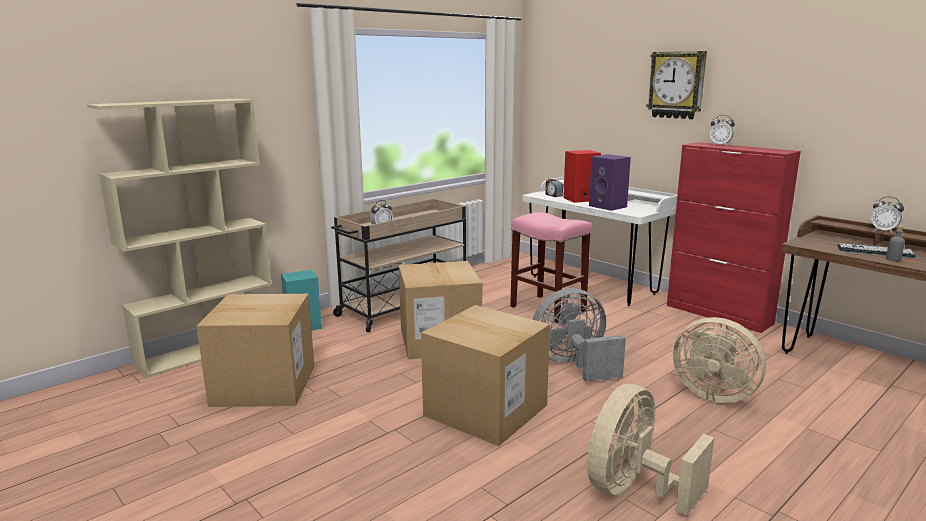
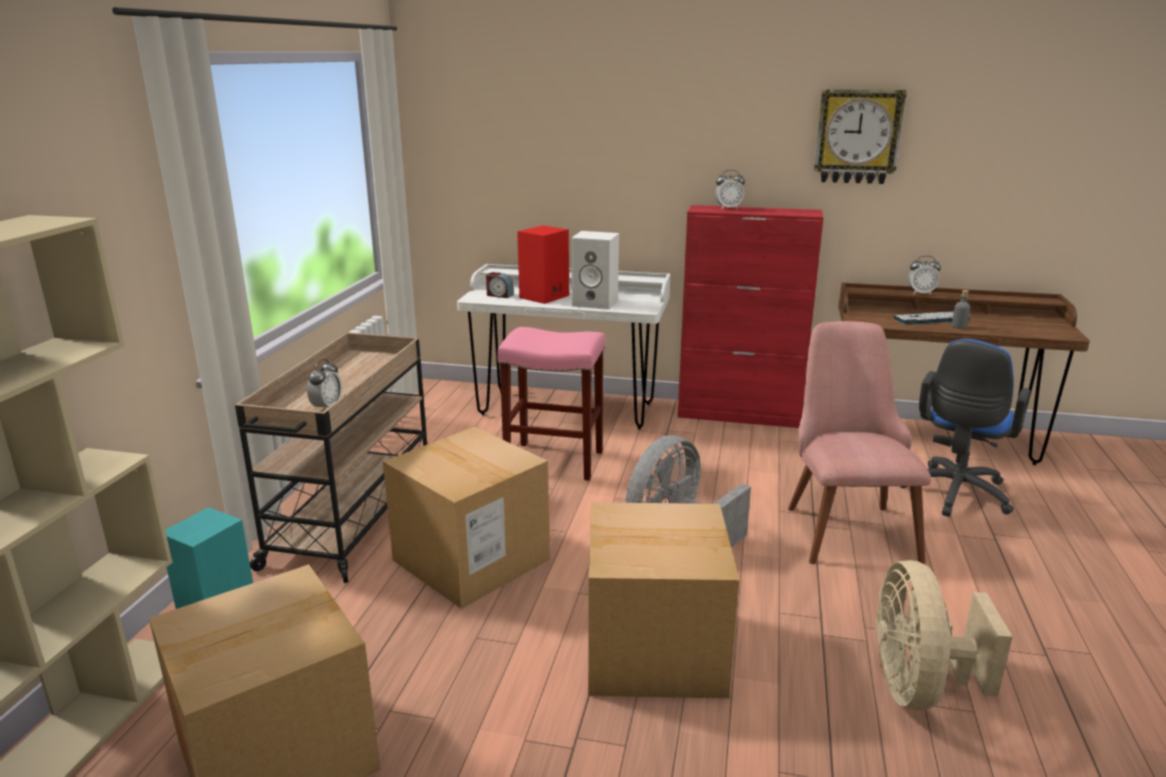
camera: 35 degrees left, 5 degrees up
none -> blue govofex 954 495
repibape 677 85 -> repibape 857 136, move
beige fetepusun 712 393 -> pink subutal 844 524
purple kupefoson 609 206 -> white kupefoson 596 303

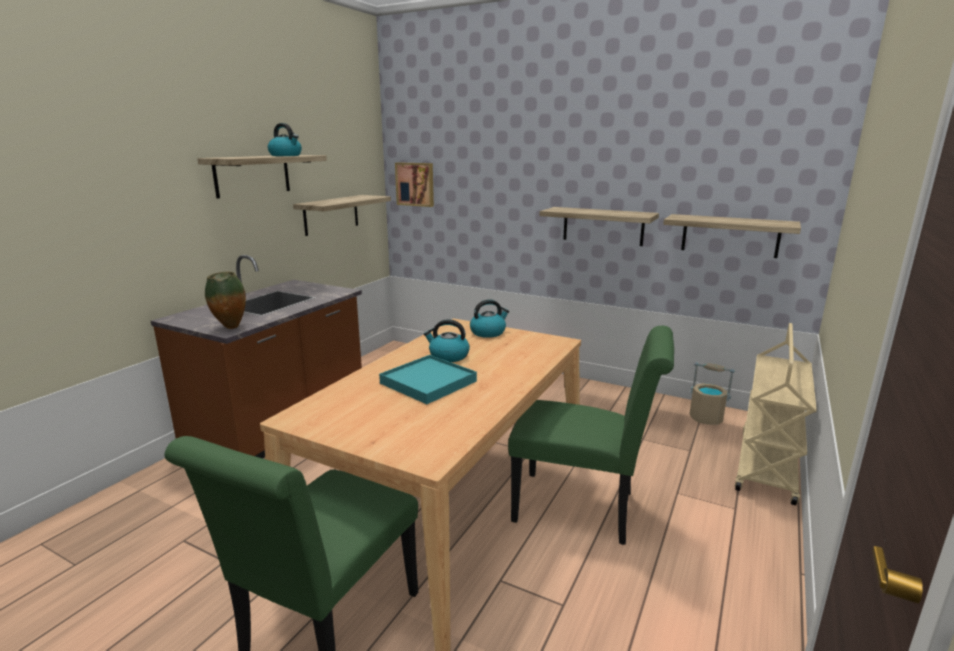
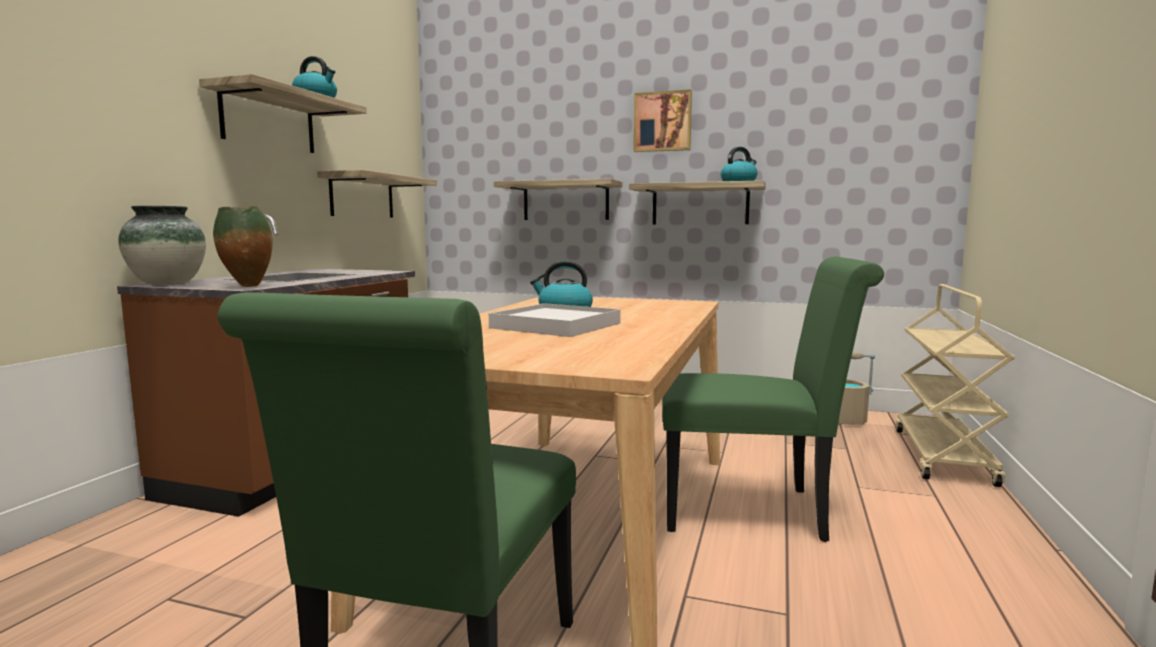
camera: 10 degrees left, 10 degrees down
none -> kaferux 167 284
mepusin 415 184 -> mepusin 662 122, move
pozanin 488 332 -> pozanin 739 182, move
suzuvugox 730 235 -> suzuvugox 565 201, move
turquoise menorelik 428 382 -> white menorelik 556 325

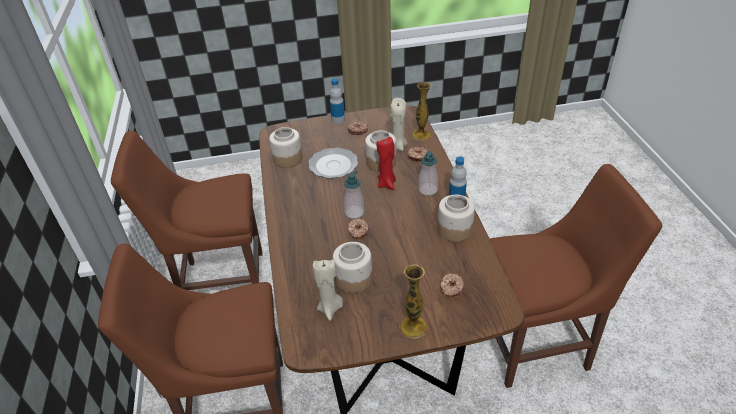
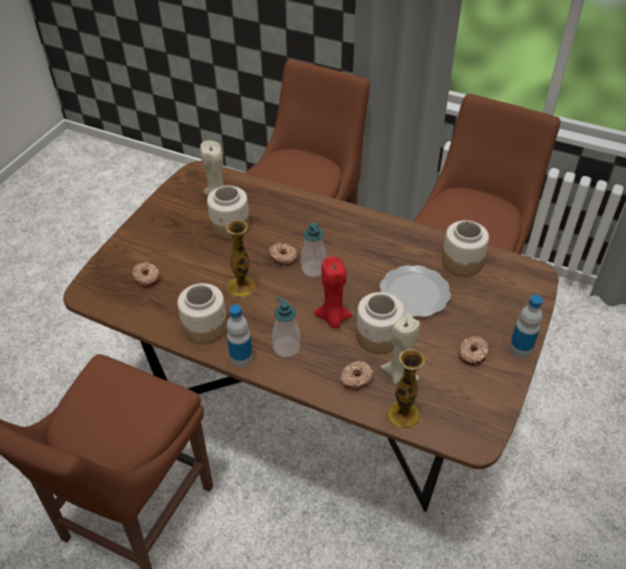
camera: 125 degrees right, 5 degrees up
kaferux 413 327 -> kaferux 241 287, move

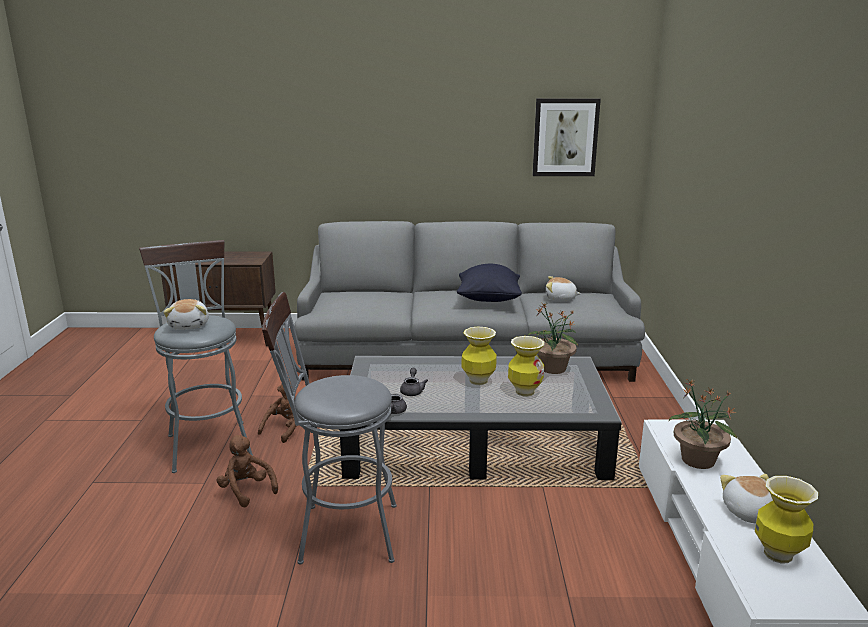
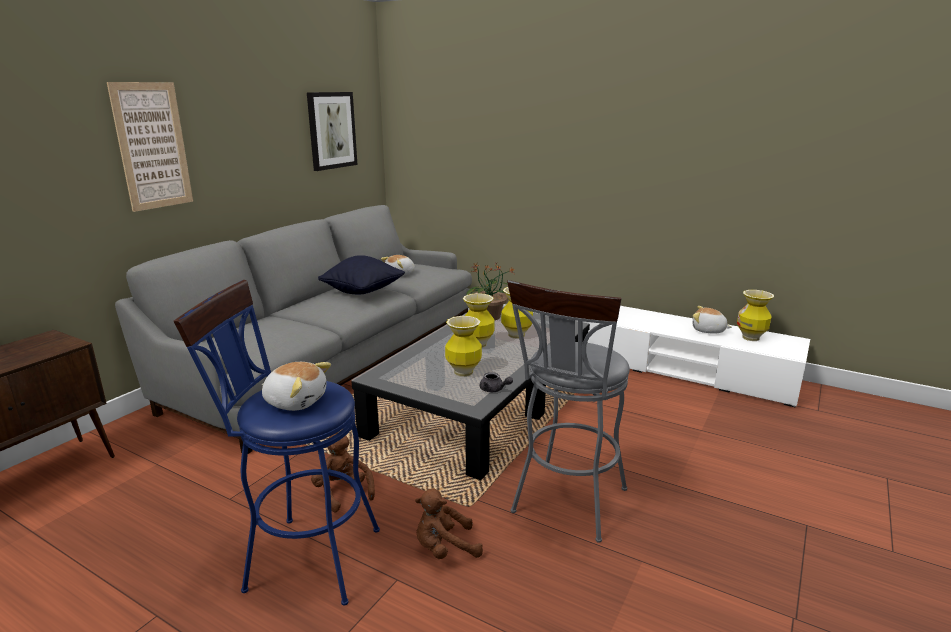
camera: 60 degrees left, 0 degrees up
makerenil 697 460 -> none
none -> mepusin 152 146
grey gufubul 412 390 -> kaferux 463 372
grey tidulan 208 442 -> blue tidulan 303 557

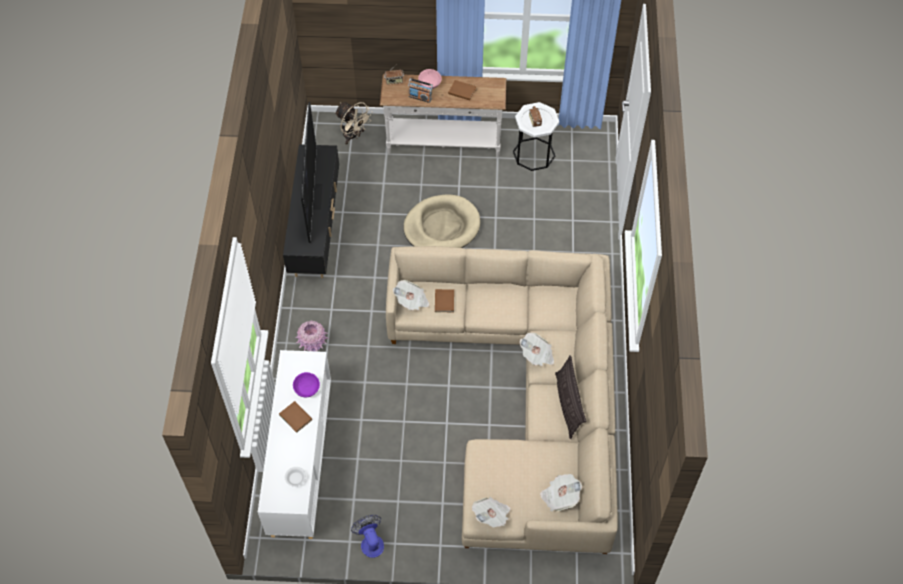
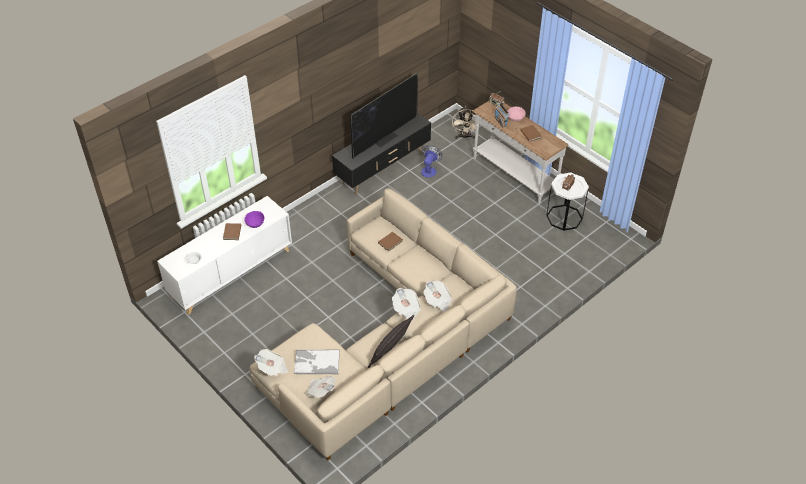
camera: 45 degrees right, 10 degrees down
pink kaferux 313 344 -> none
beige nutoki 441 226 -> none
none -> menorelik 316 362
fetepusun 370 542 -> fetepusun 429 170, move
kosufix 412 301 -> kosufix 438 301, move

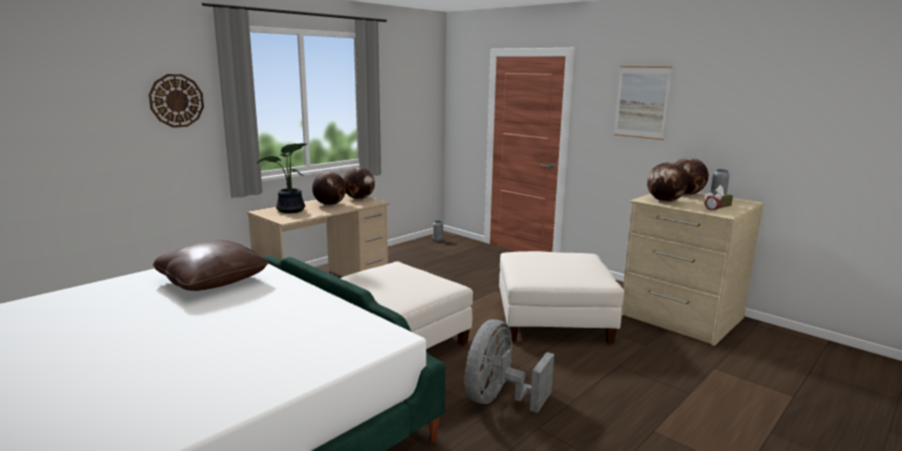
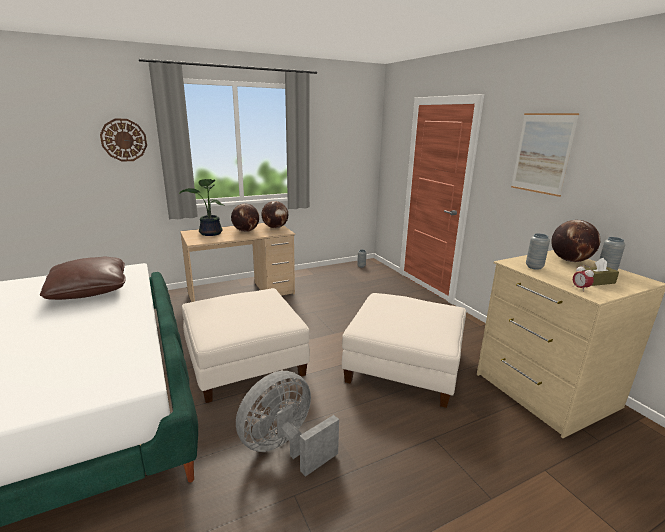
camera: 20 degrees right, 5 degrees up
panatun 665 201 -> grey kaferux 534 267

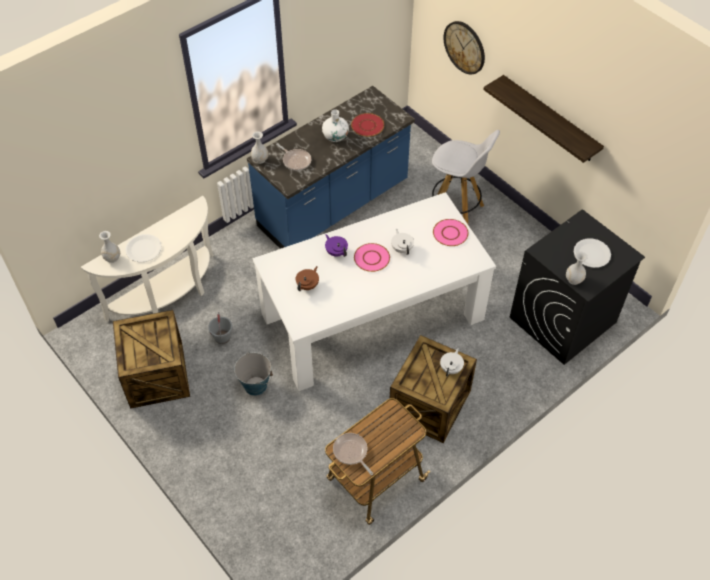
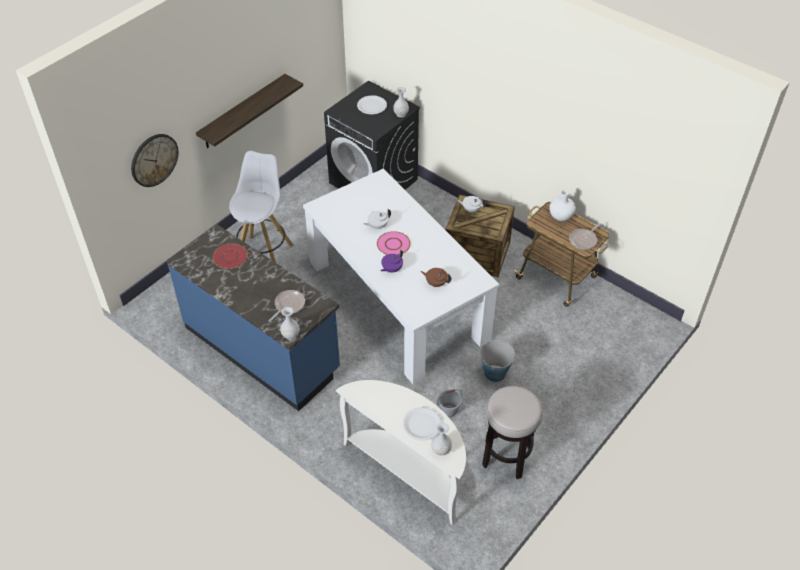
camera: 100 degrees left, 5 degrees down
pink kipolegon 450 233 -> none
white kaferux 335 137 -> white kaferux 560 216, move
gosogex 155 374 -> tidulan 506 457

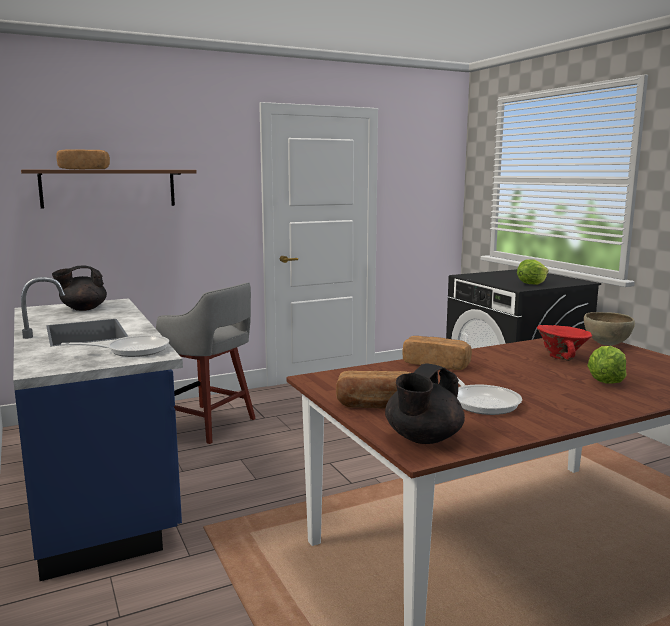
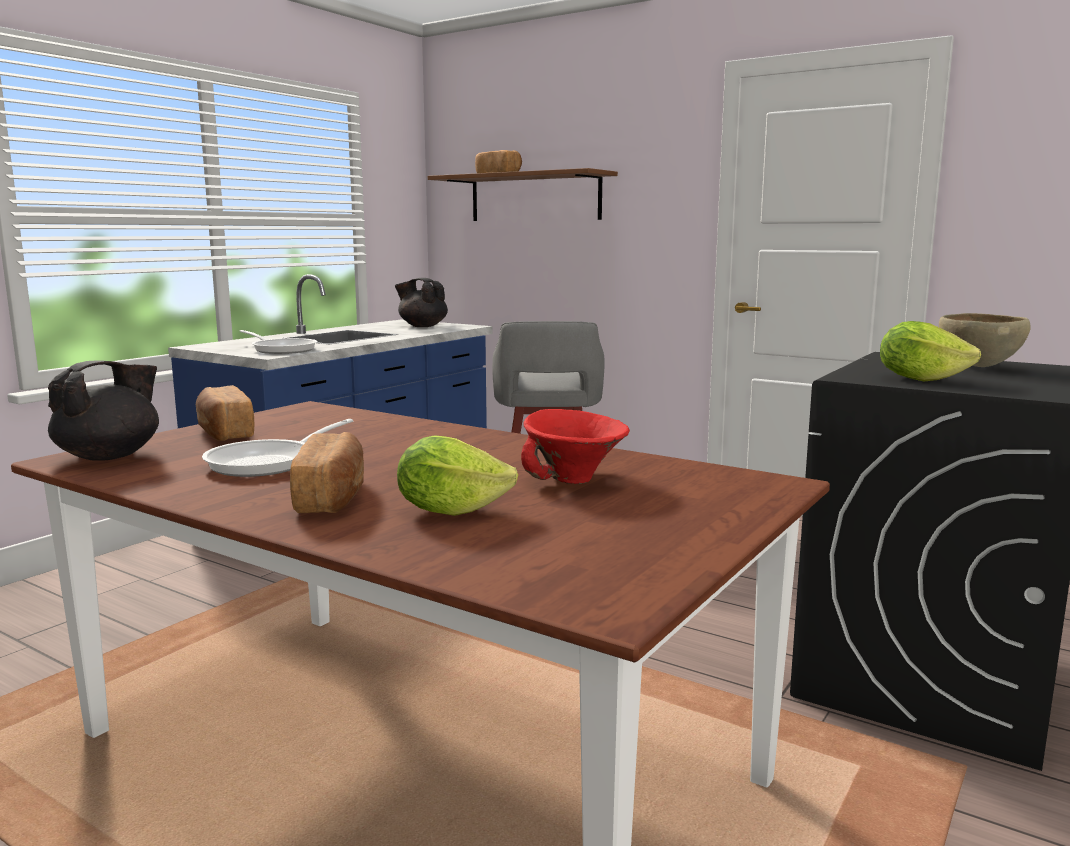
camera: 60 degrees right, 0 degrees up
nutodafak 436 364 -> nutodafak 332 496, move
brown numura 606 345 -> brown numura 978 366, move
black gufubul 423 438 -> black gufubul 110 456, 120 degrees clockwise

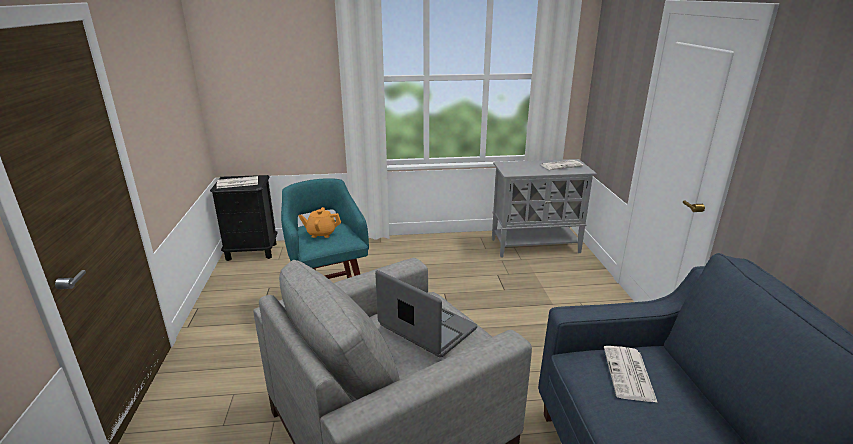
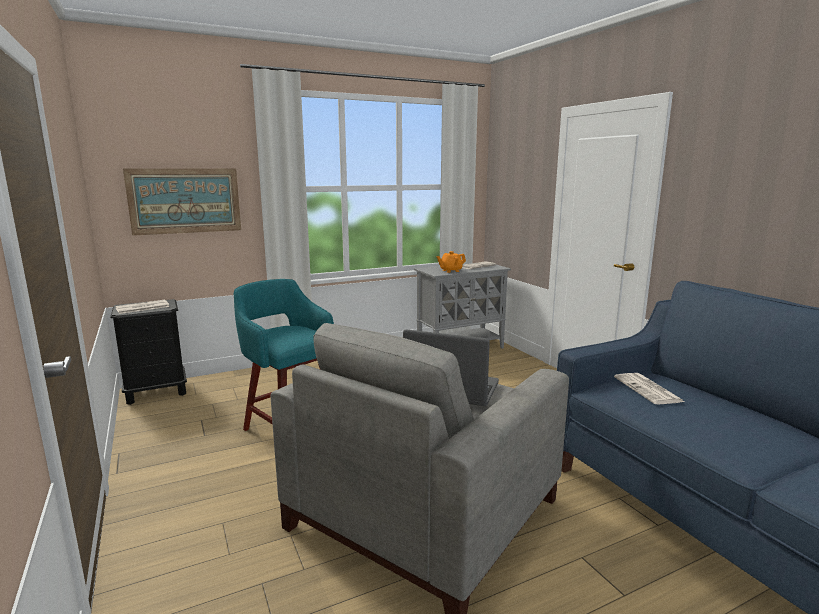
camera: 20 degrees left, 10 degrees down
none -> mepusin 185 200
orange gufubul 321 233 -> orange gufubul 450 271, move

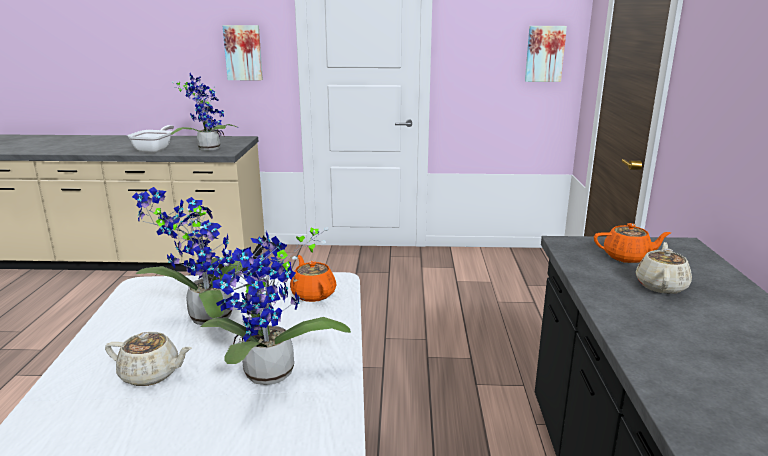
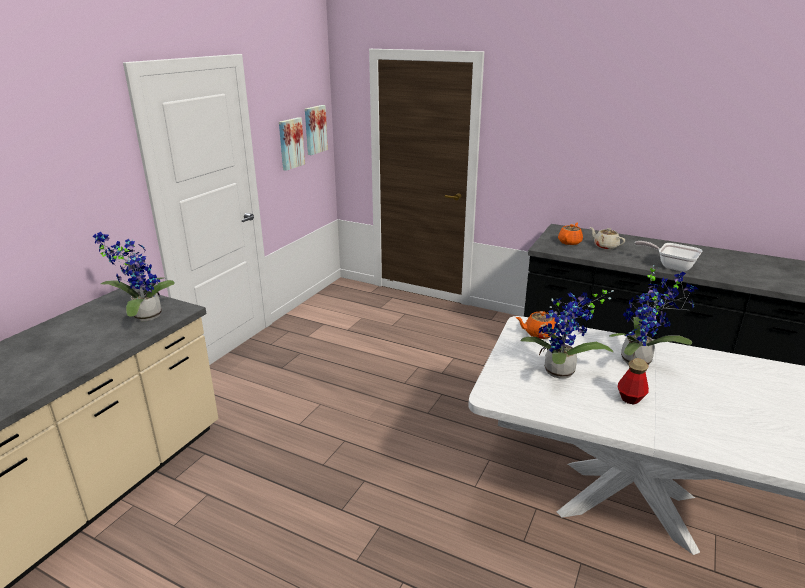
camera: 65 degrees left, 5 degrees up
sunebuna 155 149 -> sunebuna 671 266, move
mepusin 243 52 -> mepusin 290 143, move
beige gufubul 151 374 -> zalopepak 630 398

